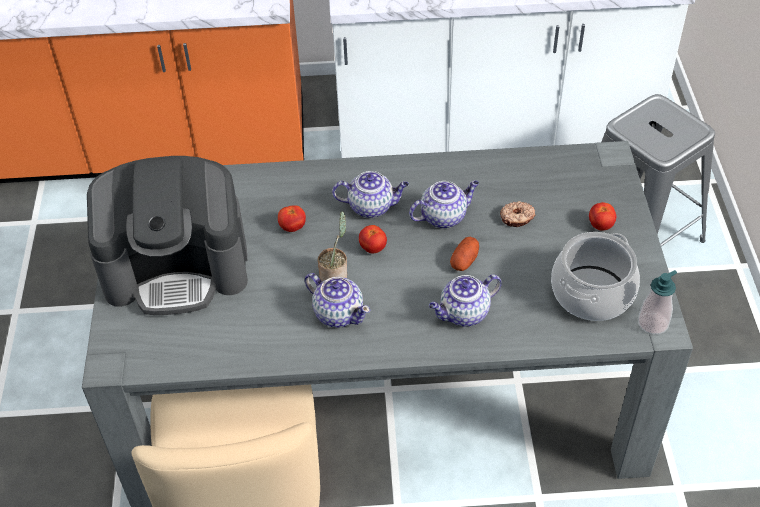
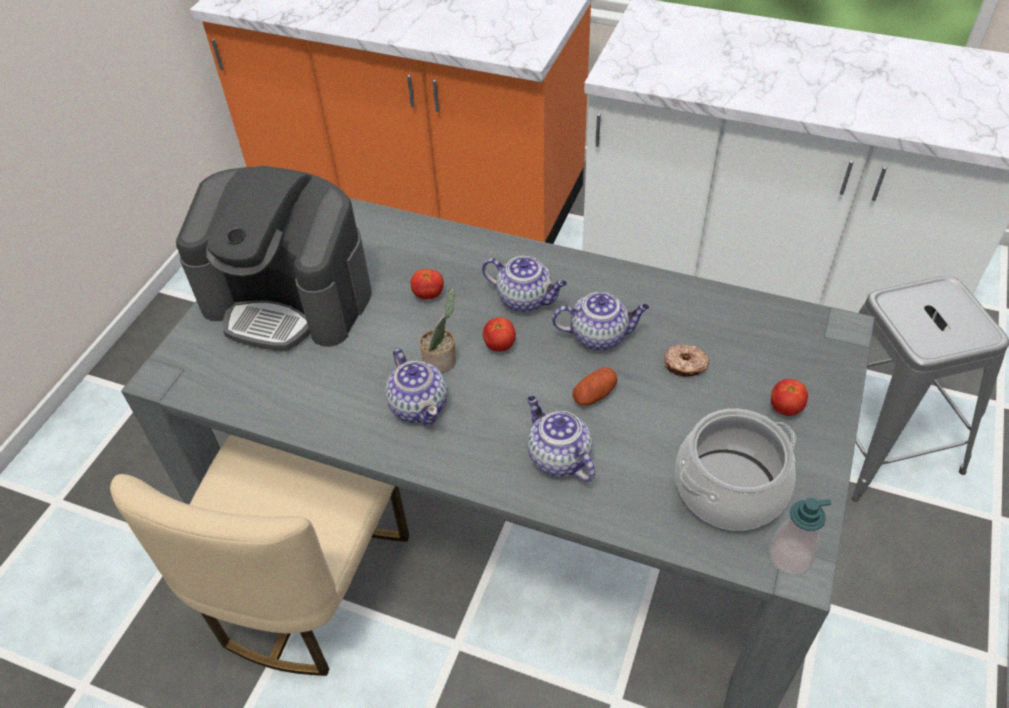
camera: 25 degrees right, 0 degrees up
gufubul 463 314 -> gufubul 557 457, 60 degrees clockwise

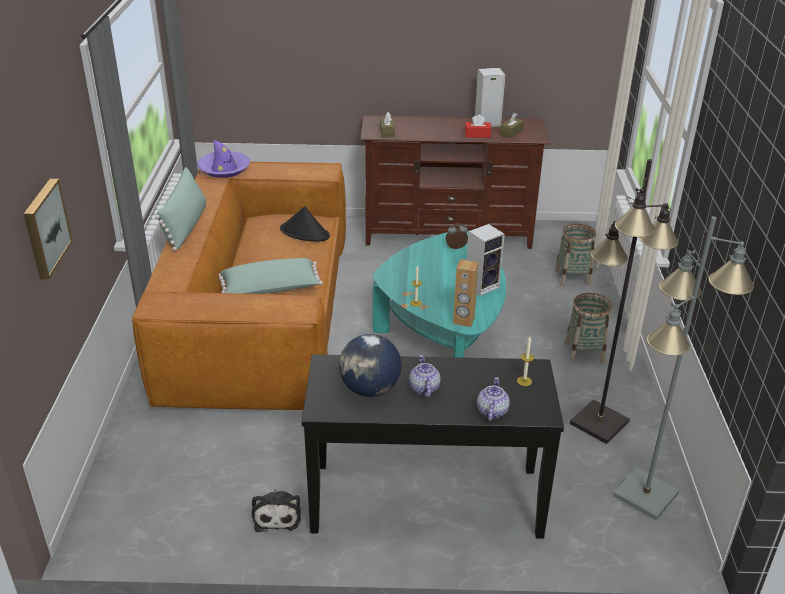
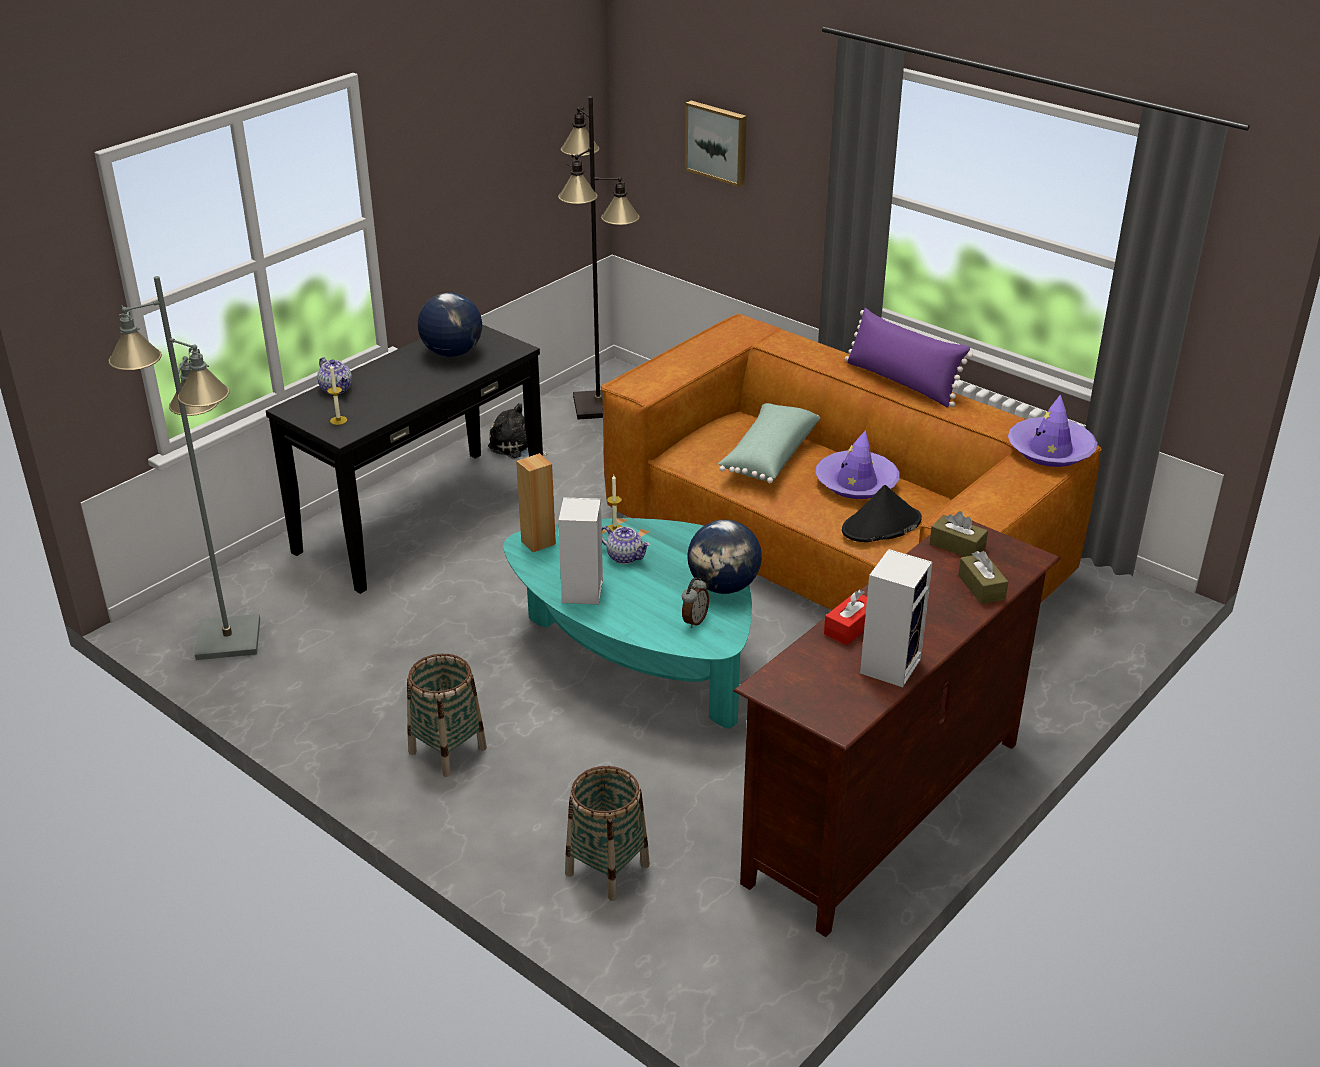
camera: 130 degrees right, 0 degrees up
none -> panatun 724 586
none -> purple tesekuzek 856 483
gufubul 423 388 -> gufubul 625 557, move
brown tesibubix 511 132 -> brown tesibubix 981 587, move
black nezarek 598 423 -> black nezarek 599 406, move
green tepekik 186 226 -> purple tepekik 902 382

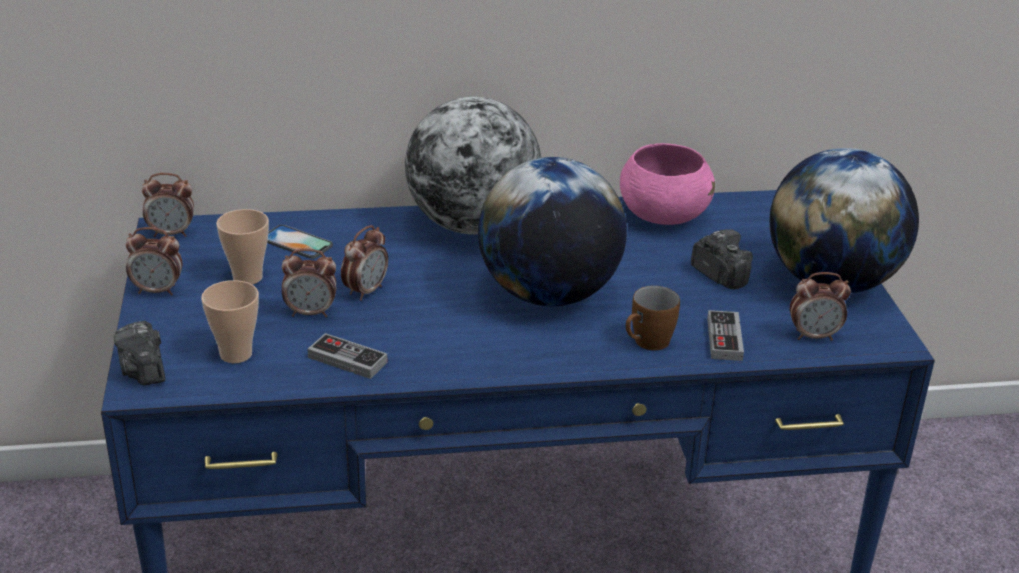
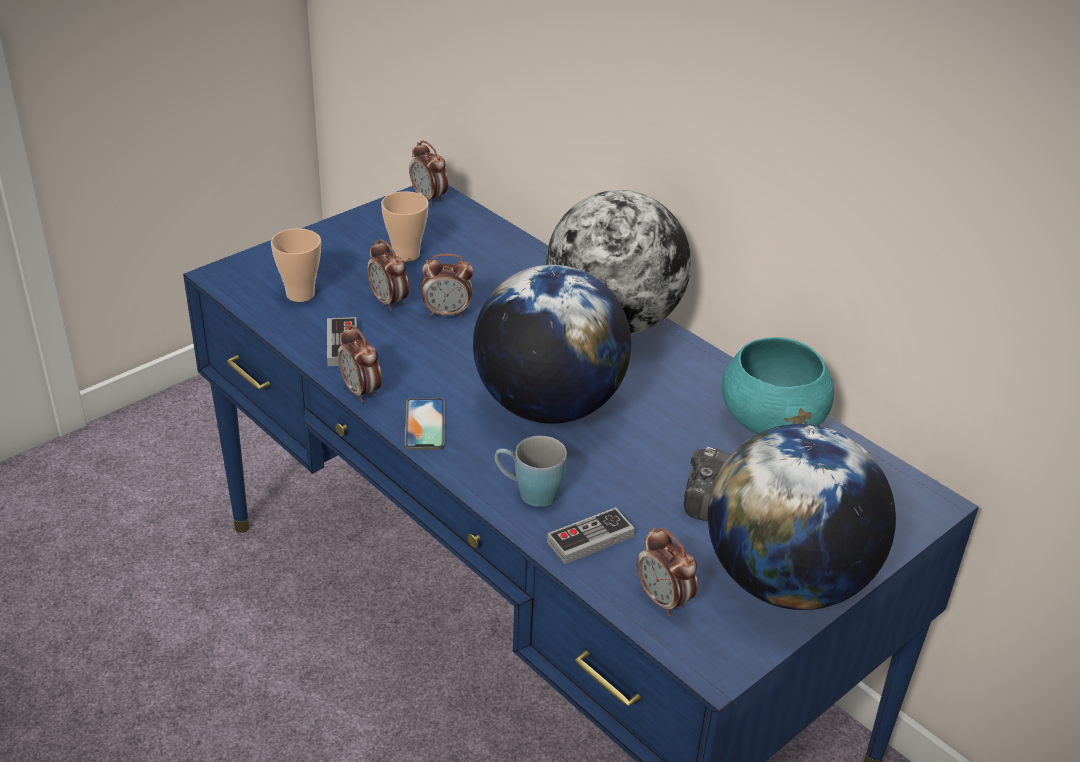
camera: 55 degrees right, 5 degrees up
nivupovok 143 370 -> none
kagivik 158 291 -> kagivik 361 391, move
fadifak 297 242 -> fadifak 425 424, move
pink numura 663 216 -> turquoise numura 772 422
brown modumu 646 344 -> blue modumu 528 492

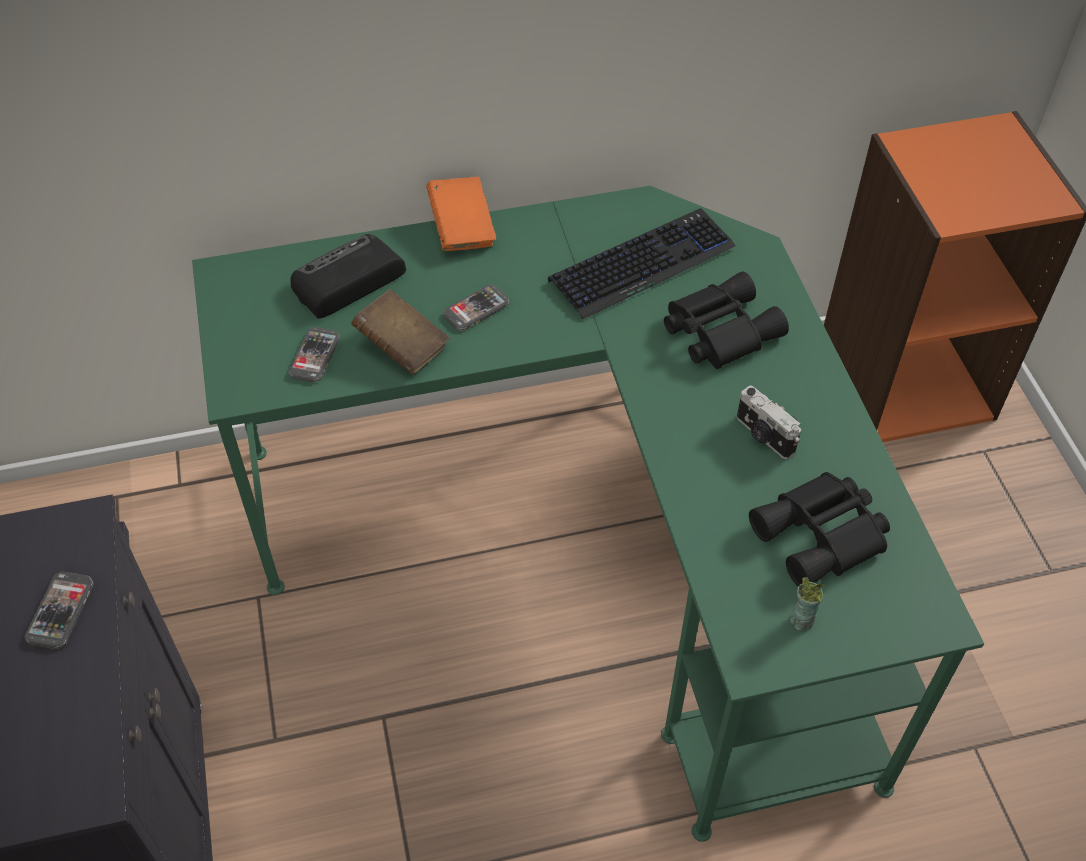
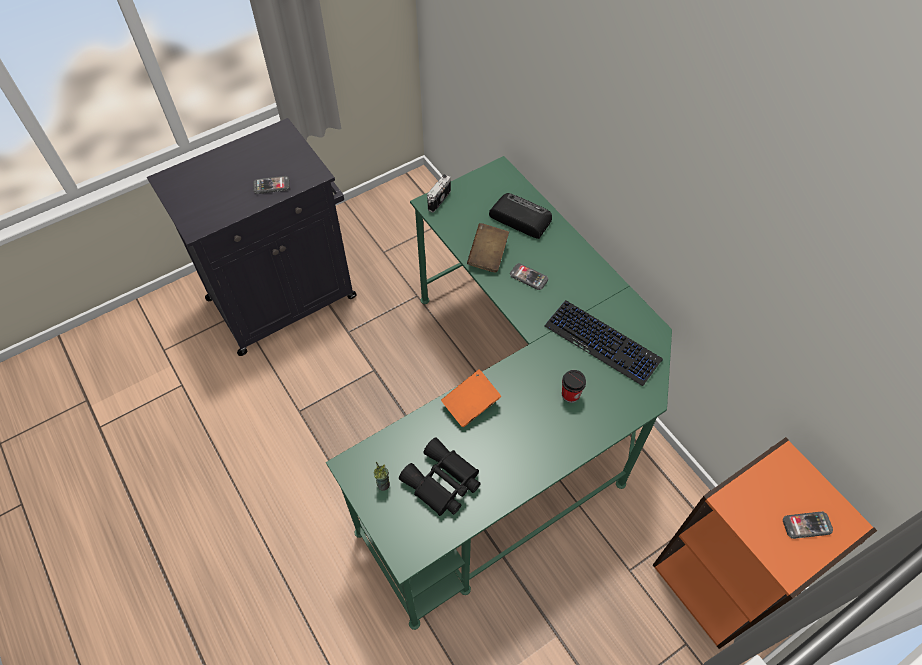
camera: 70 degrees right, 5 degrees up
fadifak 314 356 -> fadifak 806 525, move
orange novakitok 462 229 -> orange novakitok 471 405, move
nivupovok 763 436 -> nivupovok 438 200, move
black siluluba 718 330 -> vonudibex 570 395

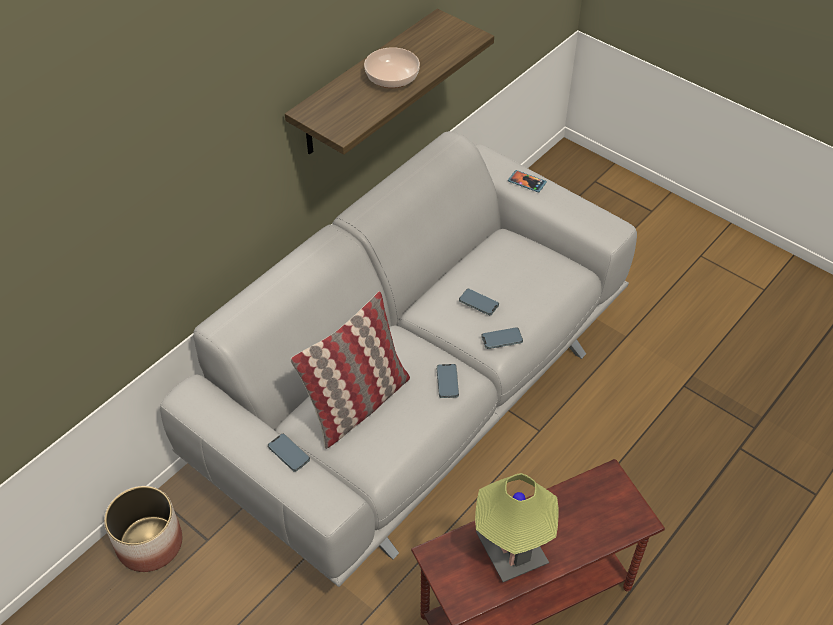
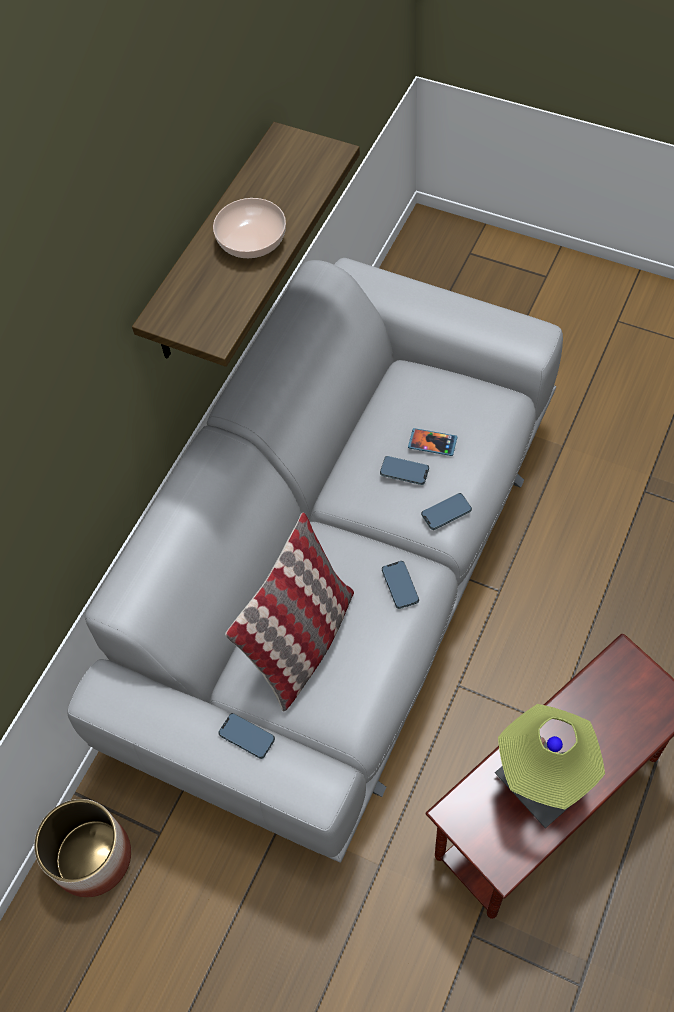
camera: 10 degrees left, 10 degrees up
fadifak 527 182 -> fadifak 432 443, move

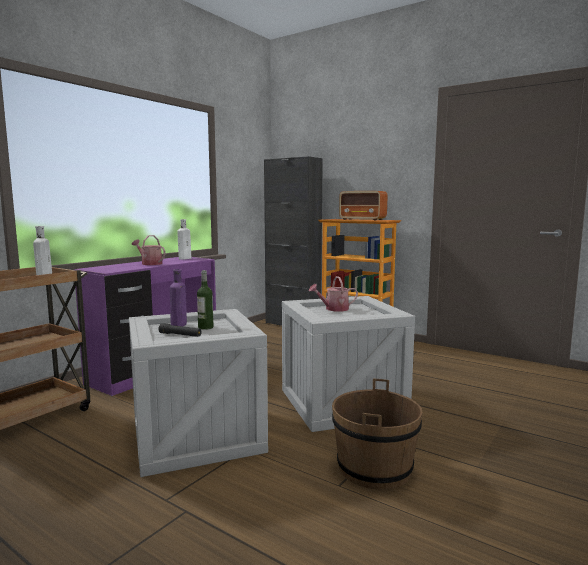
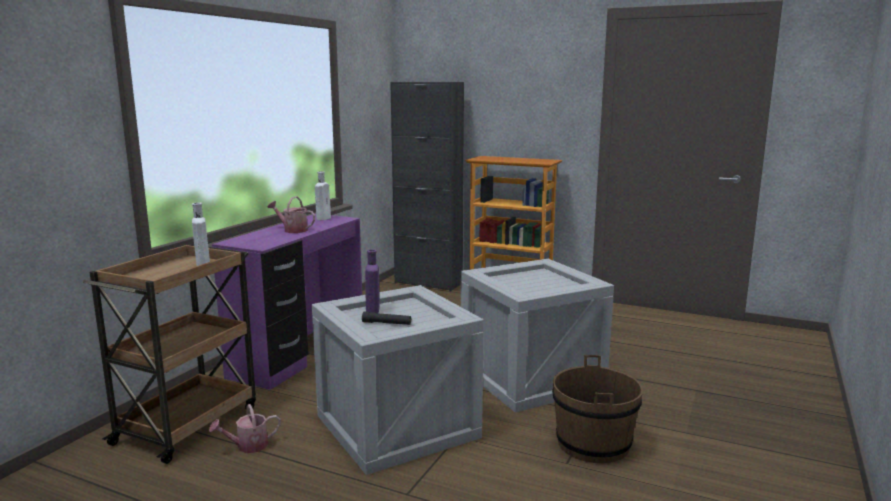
camera: 10 degrees left, 5 degrees up
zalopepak 205 327 -> none
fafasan 363 219 -> none
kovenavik 333 309 -> kovenavik 248 446, move

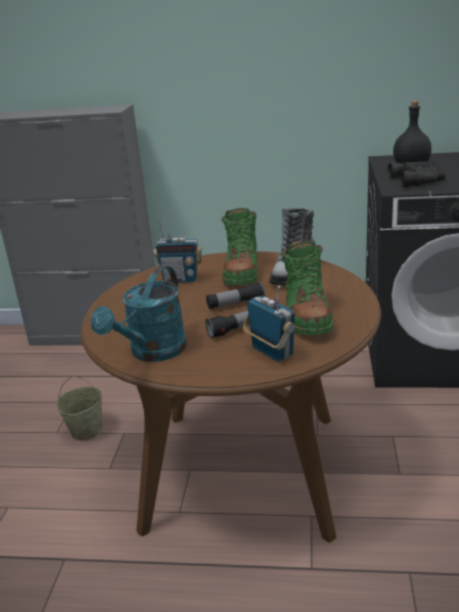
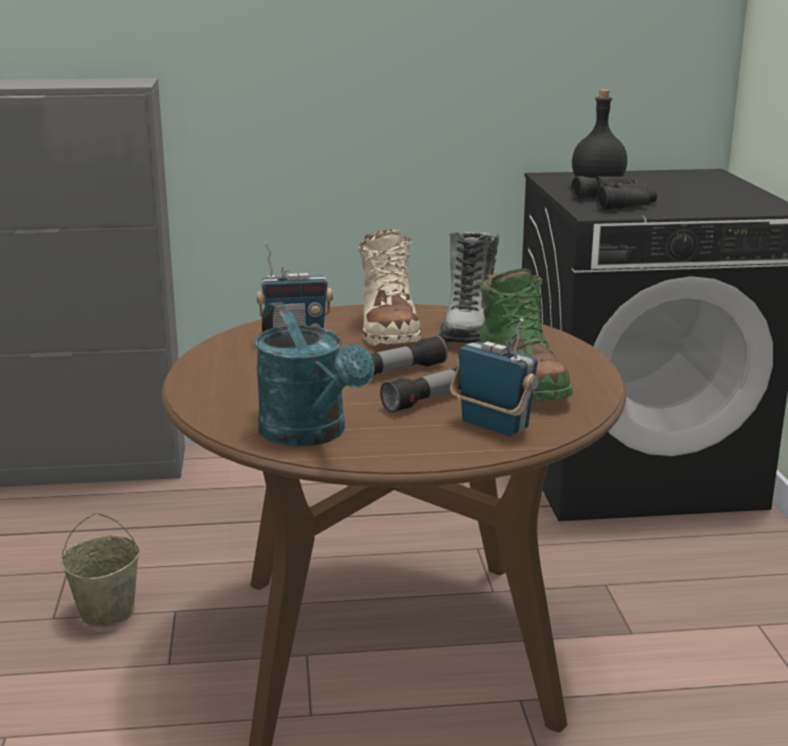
camera: 15 degrees left, 5 degrees down
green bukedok 242 272 -> beige bukedok 388 330
turquoise kovenavik 152 353 -> turquoise kovenavik 310 434, 45 degrees counterclockwise

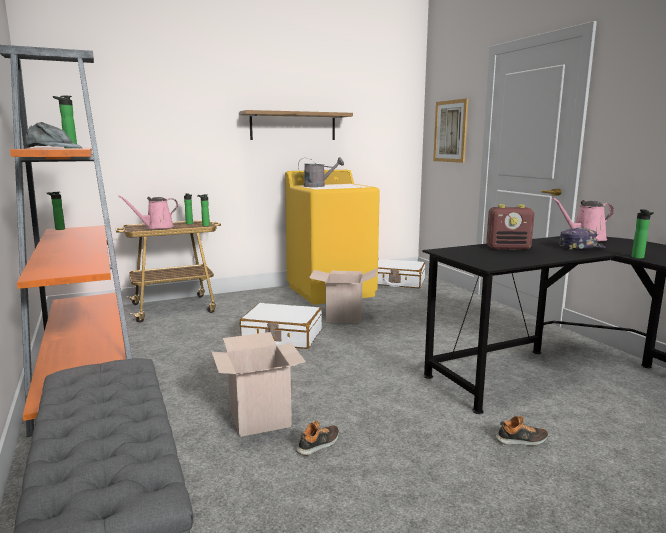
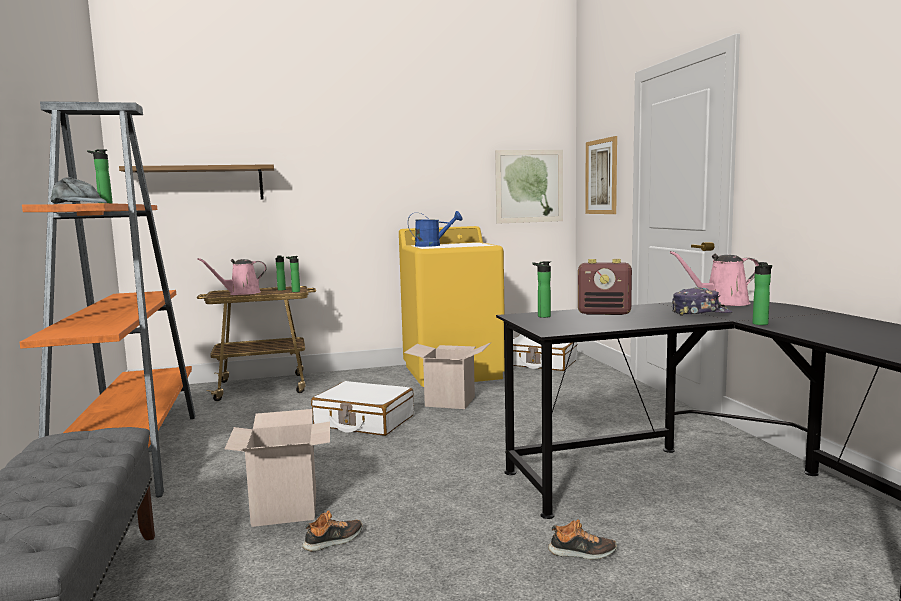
camera: 10 degrees right, 5 degrees down
none -> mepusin 529 186
zalopepak 58 229 -> zalopepak 542 316, move
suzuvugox 293 126 -> suzuvugox 203 184, move
grey kovenavik 318 186 -> blue kovenavik 432 245

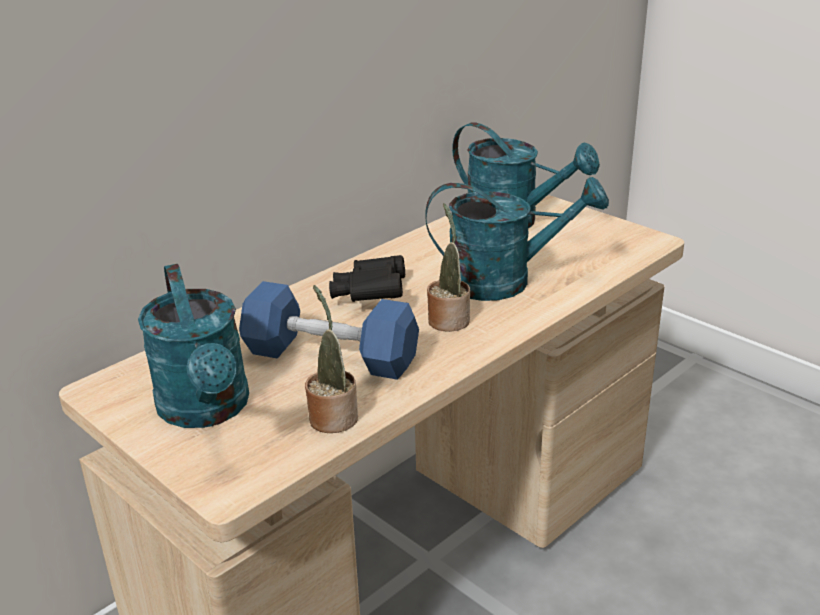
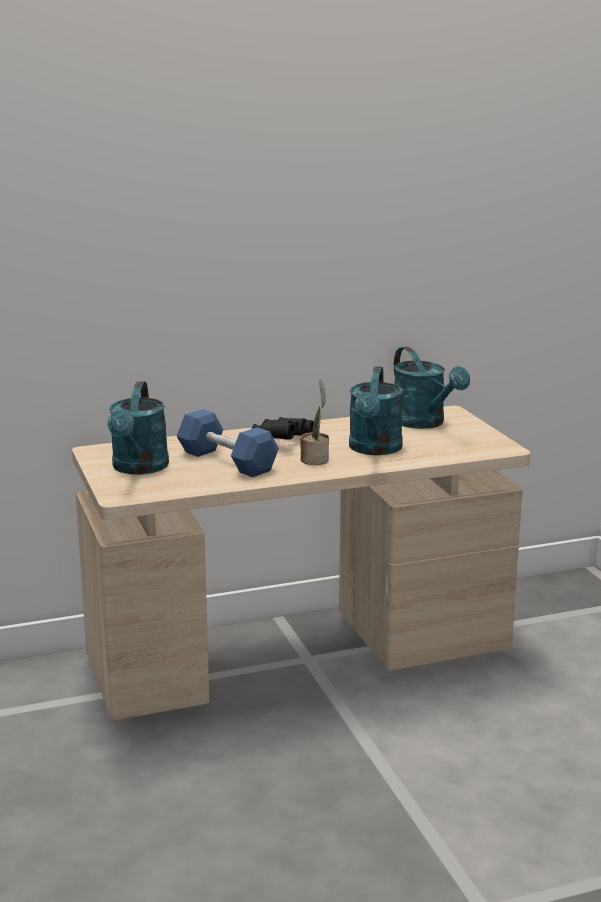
camera: 25 degrees right, 10 degrees down
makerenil 332 416 -> none
turquoise kovenavik 504 281 -> turquoise kovenavik 374 449, 75 degrees clockwise

